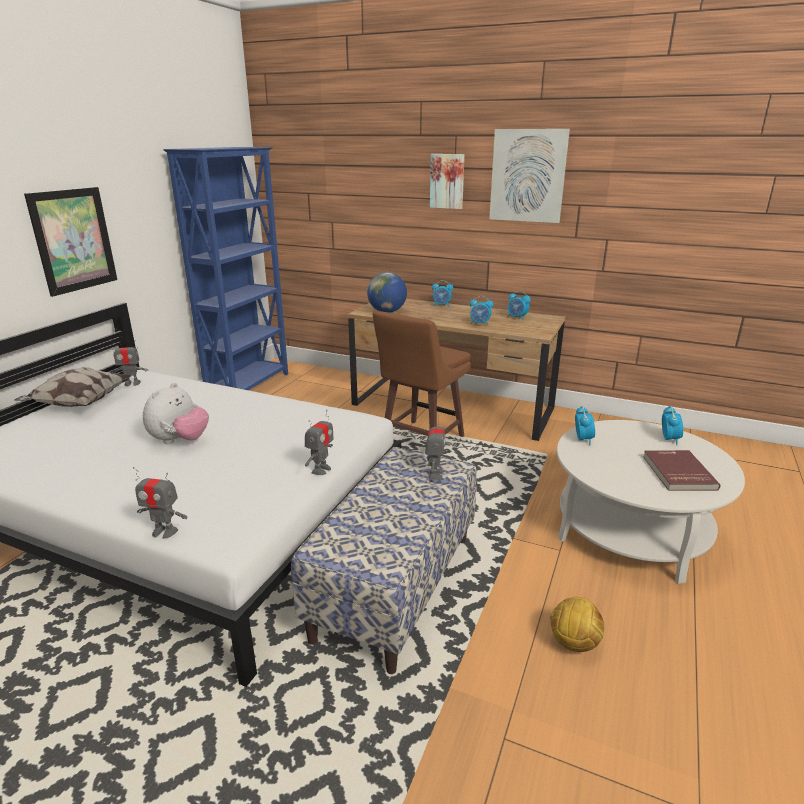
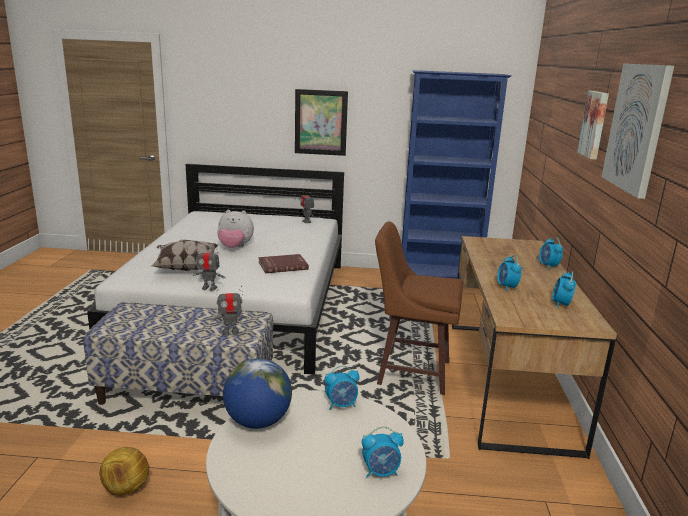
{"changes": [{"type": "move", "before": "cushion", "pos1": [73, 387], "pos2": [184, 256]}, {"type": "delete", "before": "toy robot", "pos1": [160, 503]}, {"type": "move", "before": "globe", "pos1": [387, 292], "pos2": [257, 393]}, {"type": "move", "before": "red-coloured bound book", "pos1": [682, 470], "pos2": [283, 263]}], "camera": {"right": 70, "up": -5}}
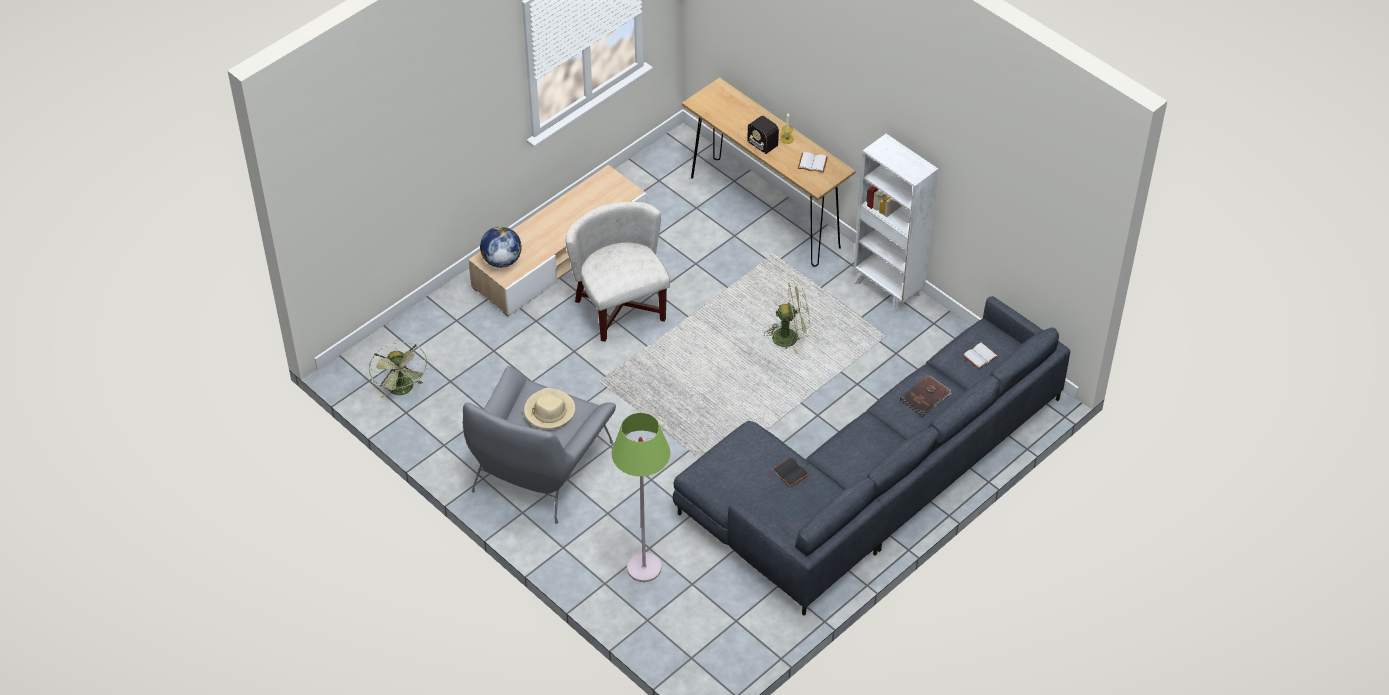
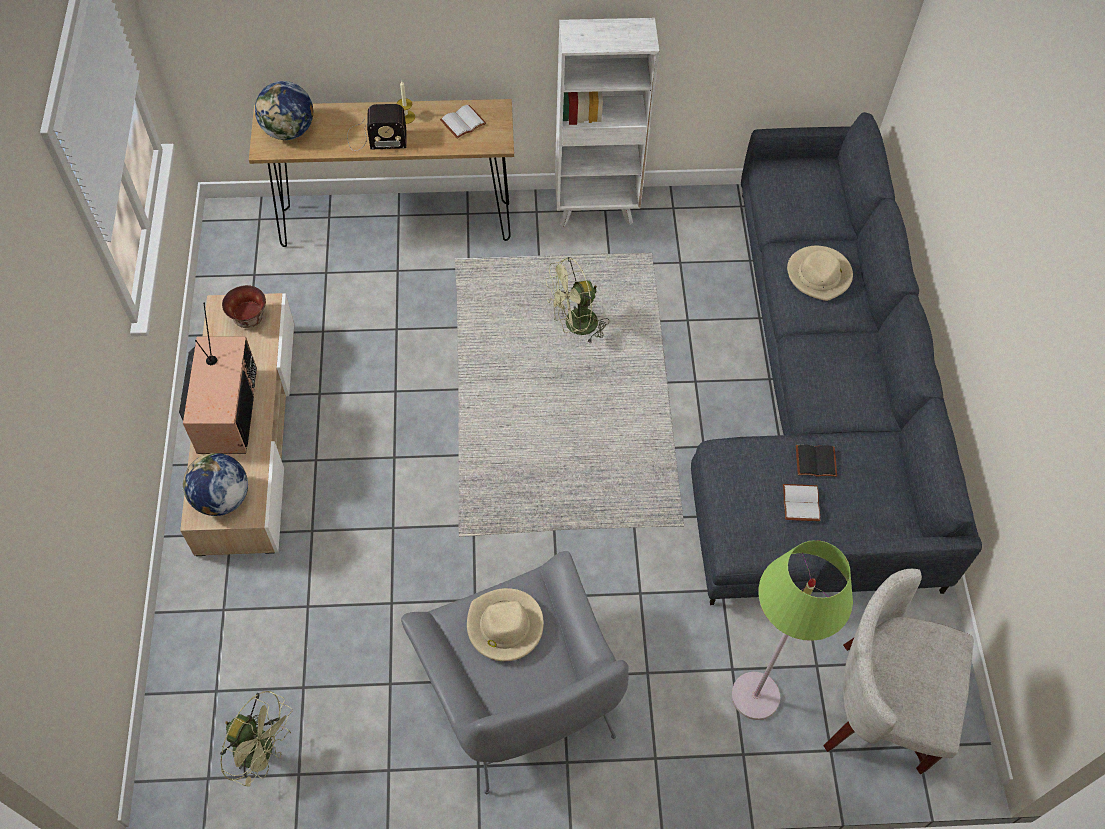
{"changes": [{"type": "move", "before": "white armchair", "pos1": [618, 272], "pos2": [898, 671]}, {"type": "rotate", "before": "green-coloured cooling fan", "pos1": [787, 318], "pos2": [577, 300], "turn": -150}, {"type": "replace", "before": "brown-coloured bound book", "after": "beige-coloured hat", "pos1": [926, 395], "pos2": [820, 273]}, {"type": "move", "before": "white bound book", "pos1": [980, 355], "pos2": [801, 502]}, {"type": "insert", "after": "TV set", "pos2": [218, 378]}, {"type": "insert", "after": "bowl", "pos2": [244, 306]}, {"type": "insert", "after": "globe", "pos2": [284, 110]}], "camera": {"right": -50, "up": 10}}
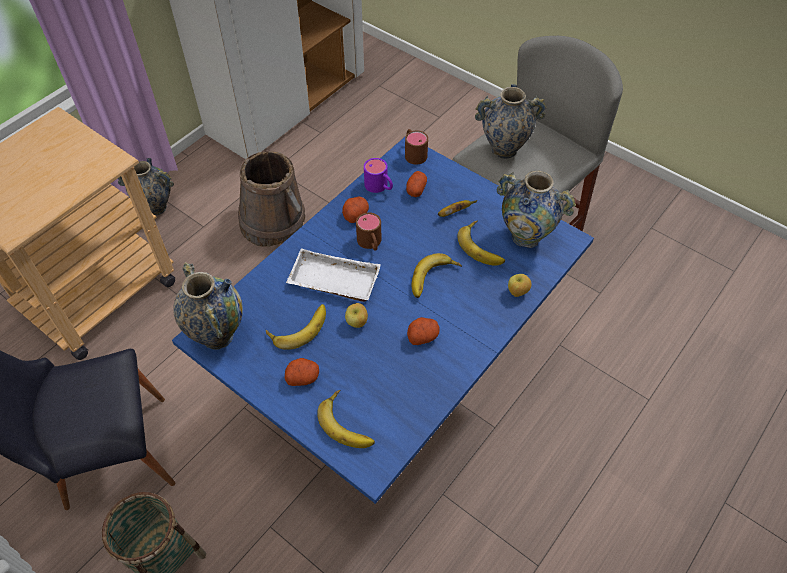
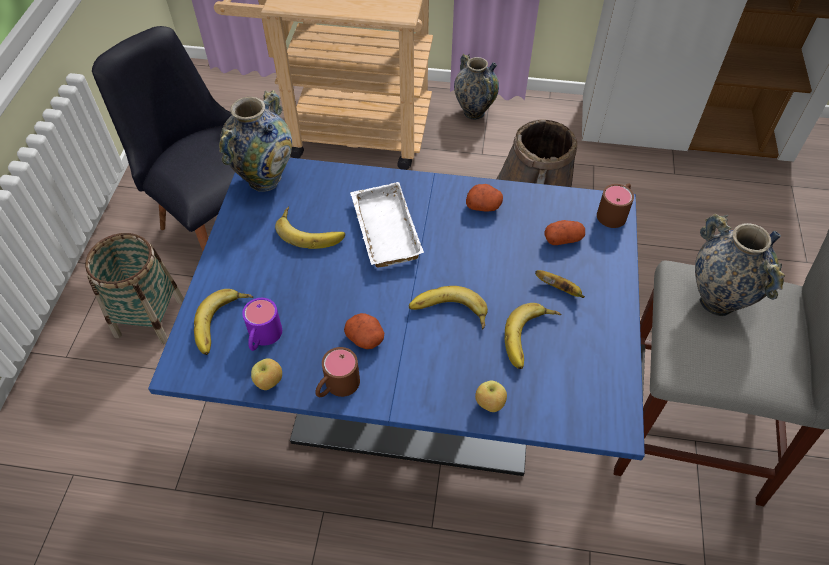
{"changes": [{"type": "delete", "before": "whole potato", "pos1": [302, 372]}, {"type": "move", "before": "whole apple", "pos1": [356, 315], "pos2": [266, 374]}, {"type": "move", "before": "brown-coloured mug", "pos1": [368, 231], "pos2": [337, 372]}, {"type": "move", "before": "purplish mug", "pos1": [378, 175], "pos2": [262, 324]}, {"type": "delete", "before": "flower vase", "pos1": [536, 209]}], "camera": {"right": 60, "up": 0}}
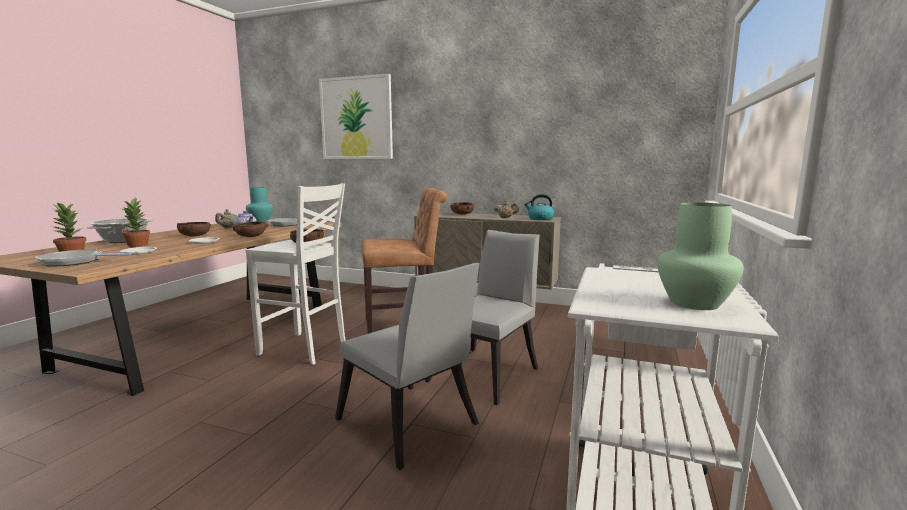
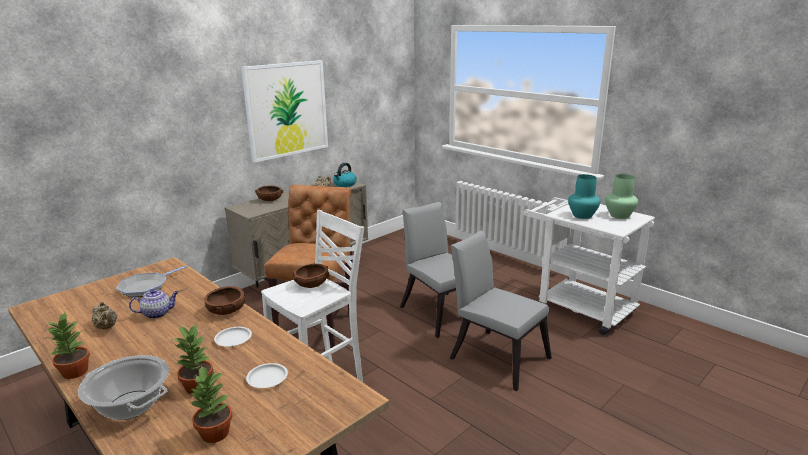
{"changes": [{"type": "delete", "before": "pan", "pos1": [83, 258]}, {"type": "delete", "before": "brown-coloured bowl", "pos1": [194, 229]}, {"type": "move", "before": "turquoise flower vase", "pos1": [259, 204], "pos2": [584, 196]}, {"type": "move", "before": "picture", "pos1": [356, 116], "pos2": [284, 111]}, {"type": "rotate", "before": "grey chair", "pos1": [407, 366], "pos2": [501, 310], "turn": -120}, {"type": "insert", "after": "potted plant", "pos2": [69, 345]}], "camera": {"right": -65, "up": 10}}
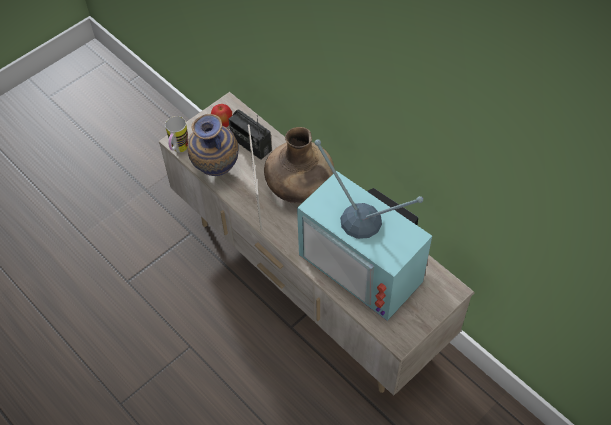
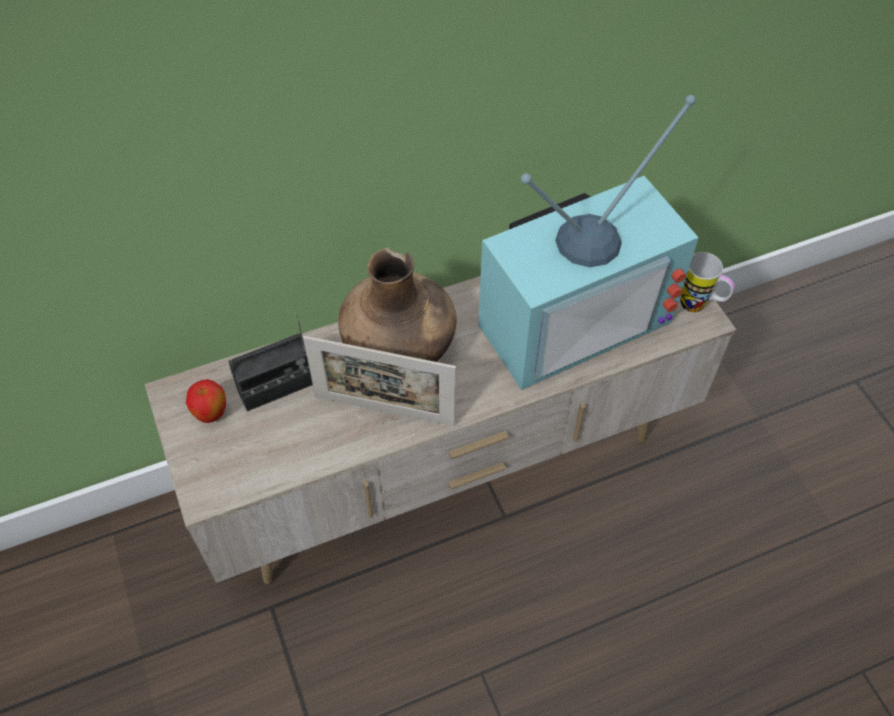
{"changes": [{"type": "move", "before": "mug", "pos1": [176, 134], "pos2": [707, 282]}, {"type": "delete", "before": "flower vase", "pos1": [213, 145]}], "camera": {"right": -70, "up": 0}}
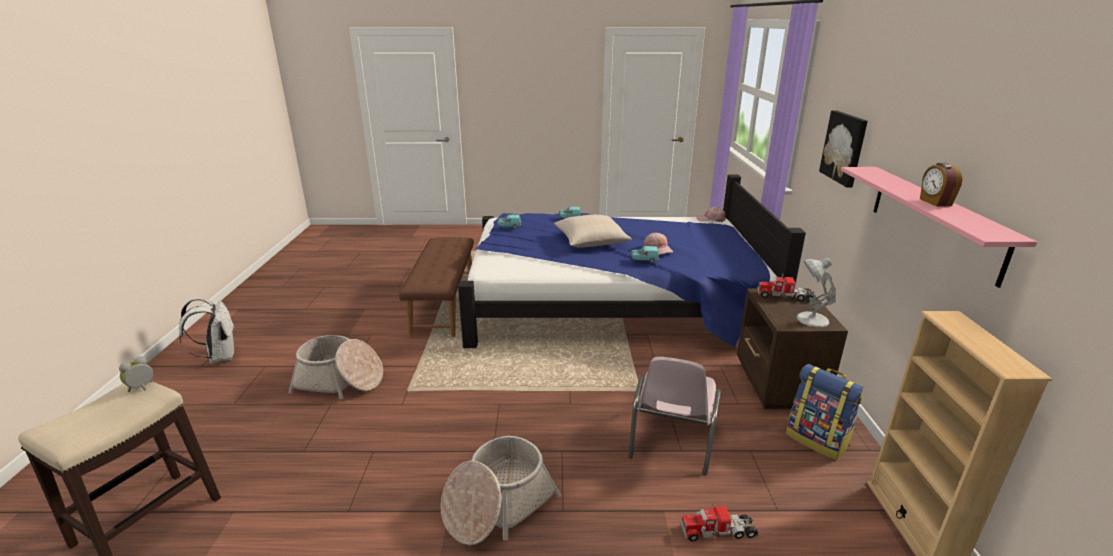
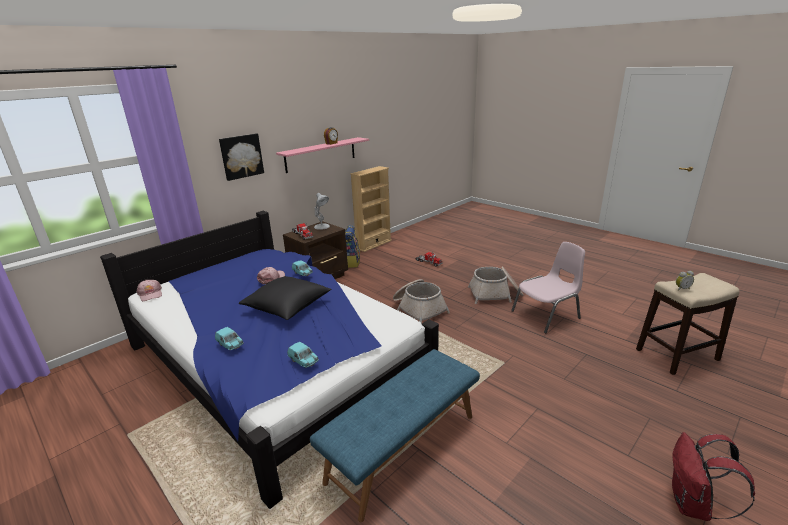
{"changes": [{"type": "recolor", "before": "white backpack", "after": "red-coloured backpack", "pos1": [207, 330], "pos2": [713, 476]}, {"type": "move", "before": "basket", "pos1": [335, 367], "pos2": [421, 301]}, {"type": "recolor", "before": "brown-coloured indoor bench", "after": "blue-coloured indoor bench", "pos1": [436, 287], "pos2": [395, 435]}, {"type": "recolor", "before": "beige-coloured cushion", "after": "black cushion", "pos1": [593, 231], "pos2": [285, 298]}, {"type": "move", "before": "pink-coloured chair", "pos1": [674, 416], "pos2": [548, 287]}], "camera": {"right": -135, "up": 0}}
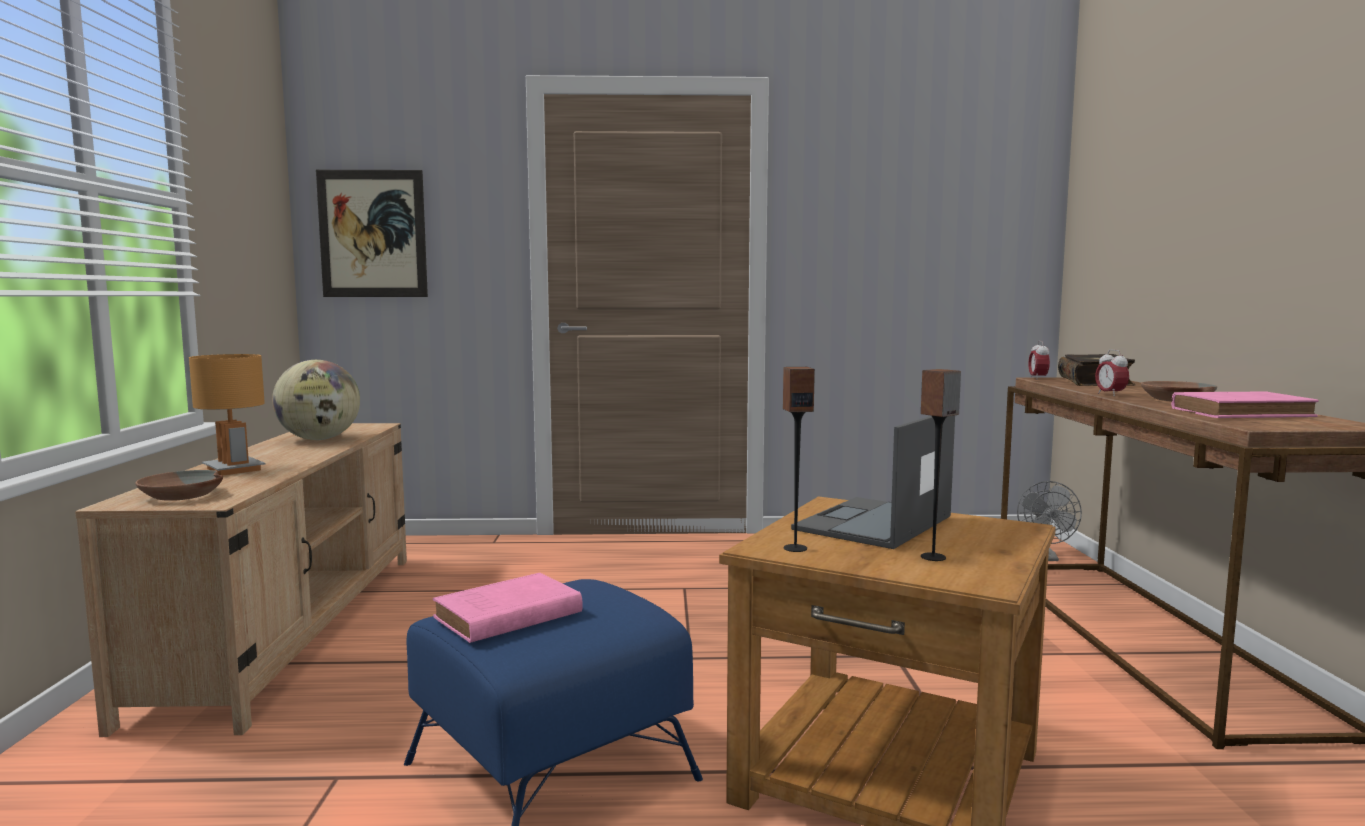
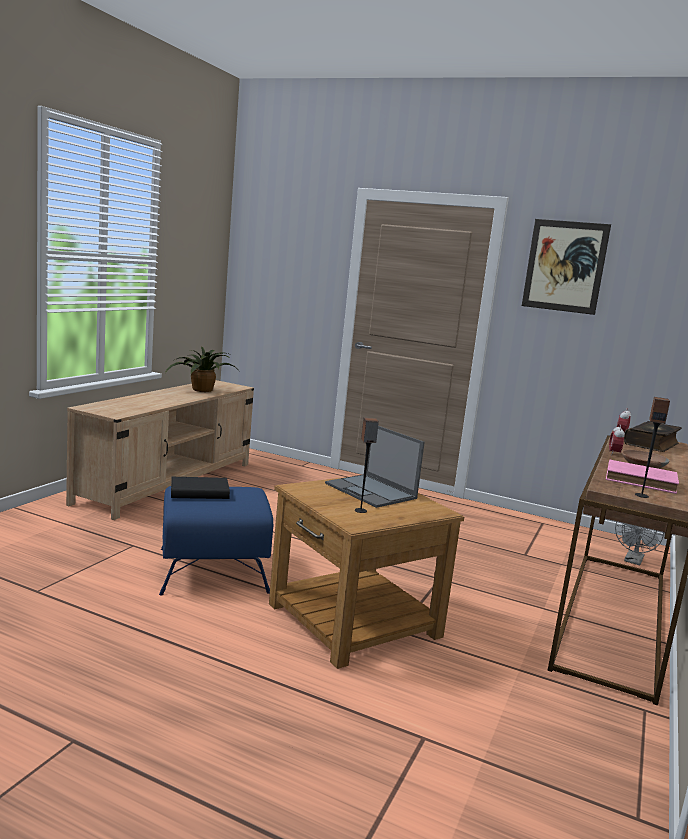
{"changes": [{"type": "delete", "before": "brown-coloured bowl", "pos1": [179, 485]}, {"type": "delete", "before": "brown-coloured tabletop lamp", "pos1": [227, 415]}, {"type": "replace", "before": "globe", "after": "potted plant", "pos1": [316, 400], "pos2": [200, 369]}, {"type": "move", "before": "picture", "pos1": [372, 233], "pos2": [566, 267]}, {"type": "recolor", "before": "pink-coloured bound book", "after": "black bound book", "pos1": [508, 608], "pos2": [200, 488]}, {"type": "move", "before": "audio speaker", "pos1": [799, 459], "pos2": [652, 447]}, {"type": "rotate", "before": "notebook computer", "pos1": [873, 482], "pos2": [375, 467], "turn": -105}], "camera": {"right": 25, "up": 5}}
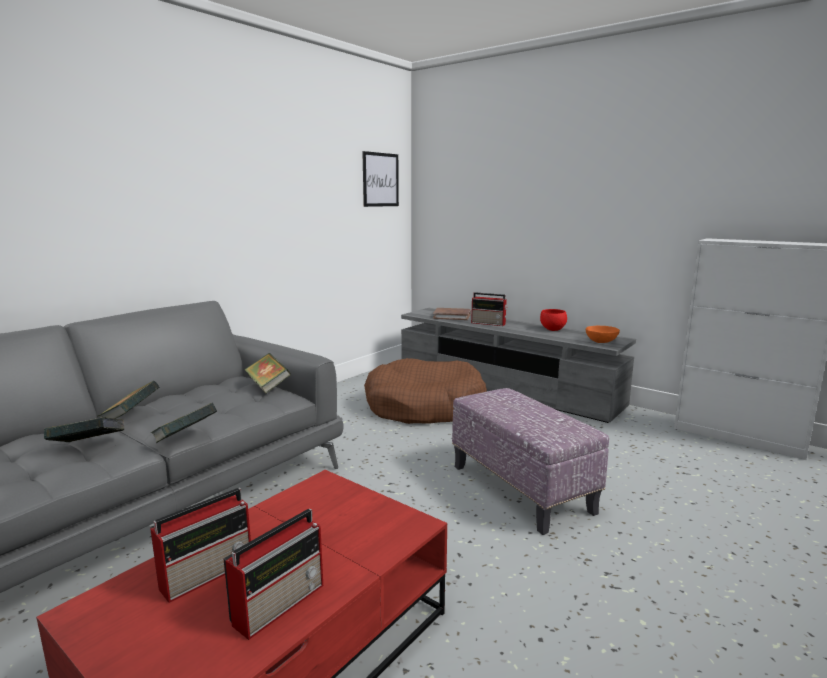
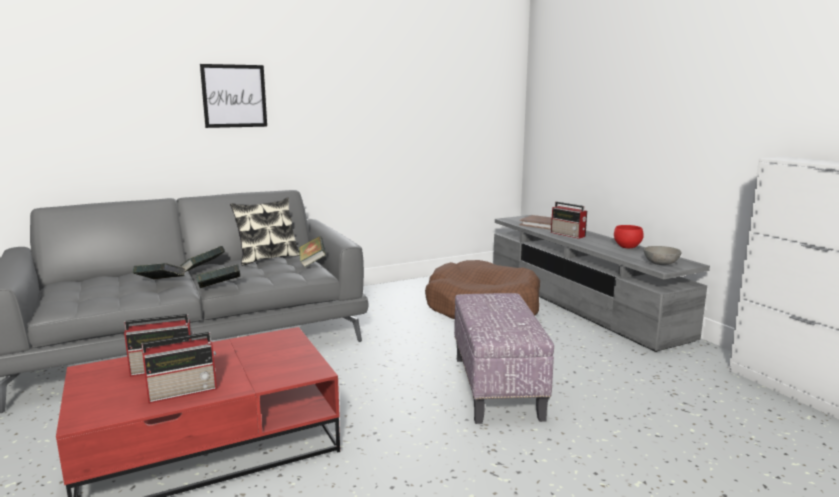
{"changes": [{"type": "move", "before": "picture", "pos1": [380, 179], "pos2": [233, 96]}, {"type": "recolor", "before": "orangey bowl", "after": "grey bowl", "pos1": [603, 334], "pos2": [663, 255]}, {"type": "insert", "after": "cushion", "pos2": [265, 231]}], "camera": {"right": 25, "up": 0}}
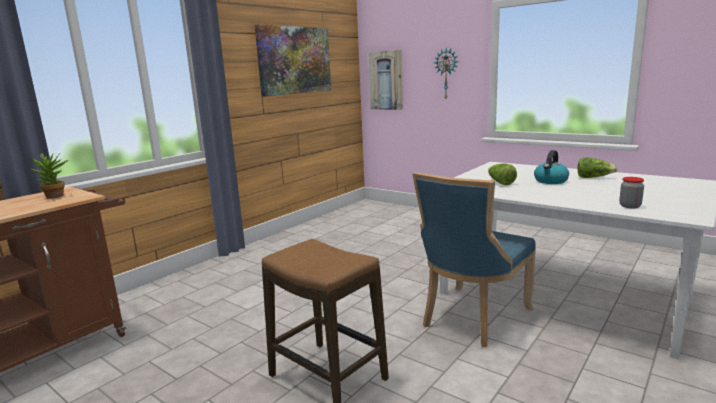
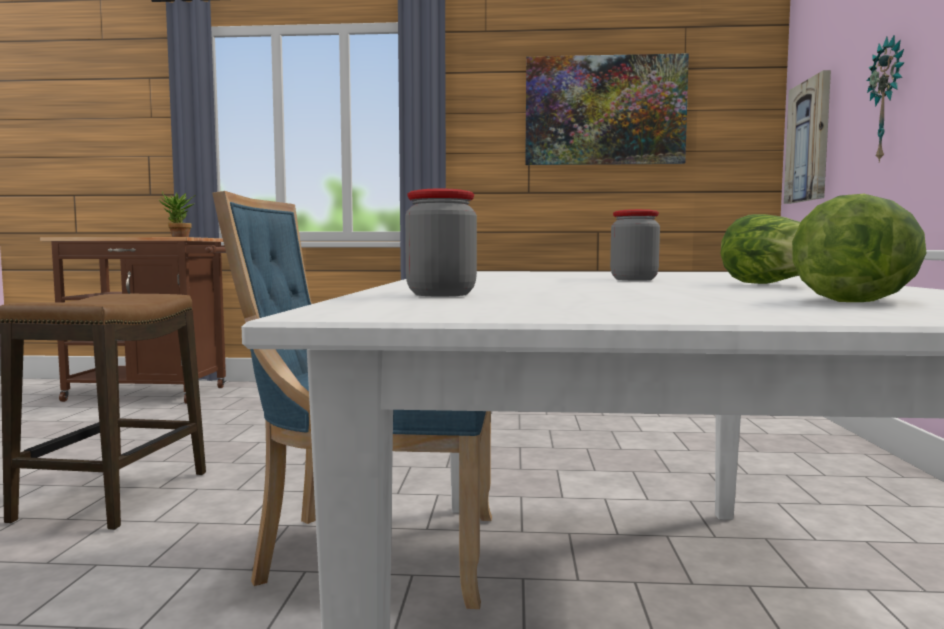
{"changes": [{"type": "move", "before": "lettuce head", "pos1": [502, 174], "pos2": [859, 248]}, {"type": "replace", "before": "tea kettle", "after": "preserve jar", "pos1": [551, 167], "pos2": [635, 245]}], "camera": {"right": 55, "up": -10}}
